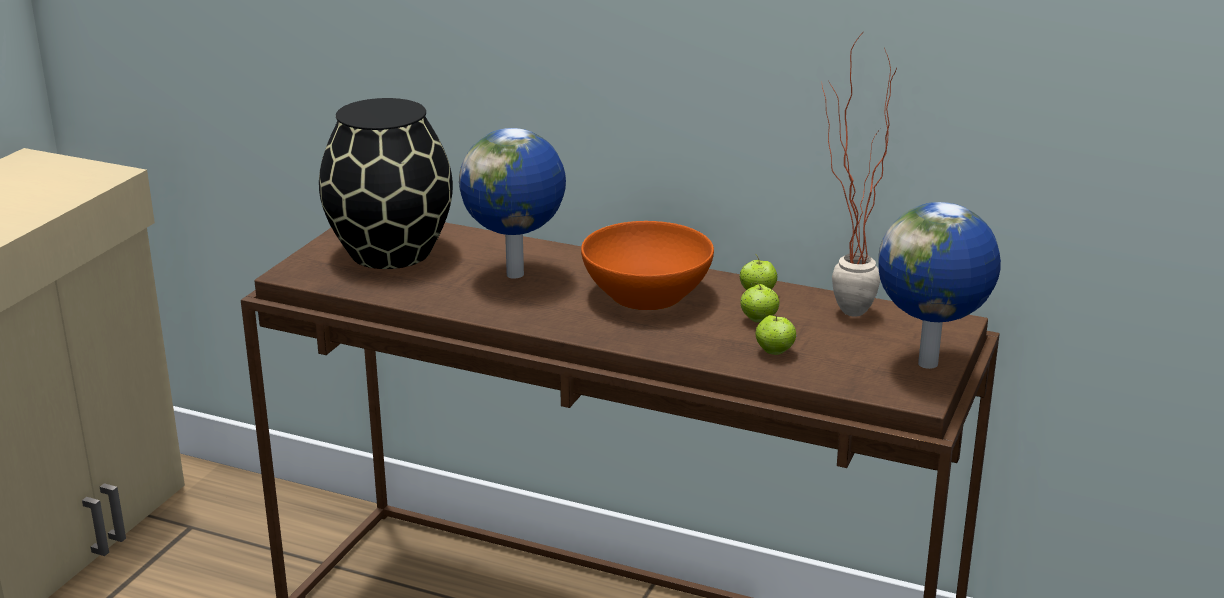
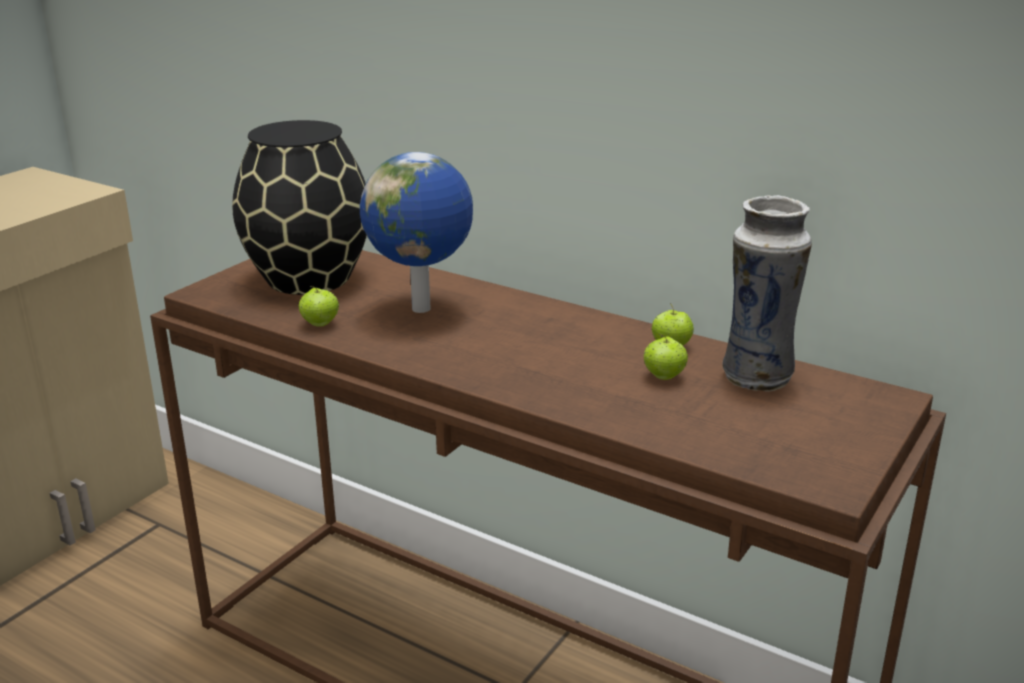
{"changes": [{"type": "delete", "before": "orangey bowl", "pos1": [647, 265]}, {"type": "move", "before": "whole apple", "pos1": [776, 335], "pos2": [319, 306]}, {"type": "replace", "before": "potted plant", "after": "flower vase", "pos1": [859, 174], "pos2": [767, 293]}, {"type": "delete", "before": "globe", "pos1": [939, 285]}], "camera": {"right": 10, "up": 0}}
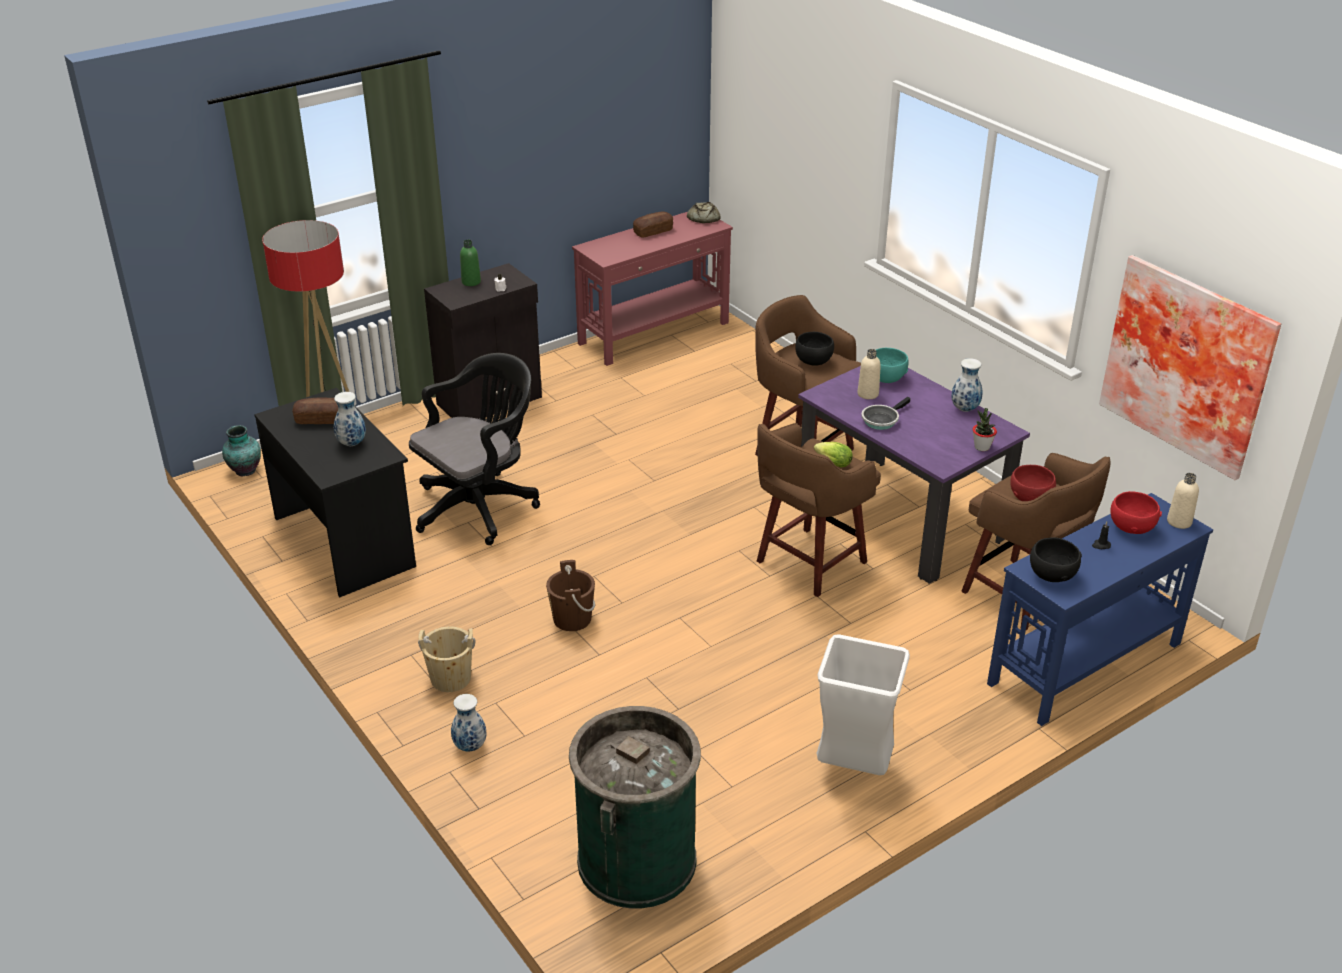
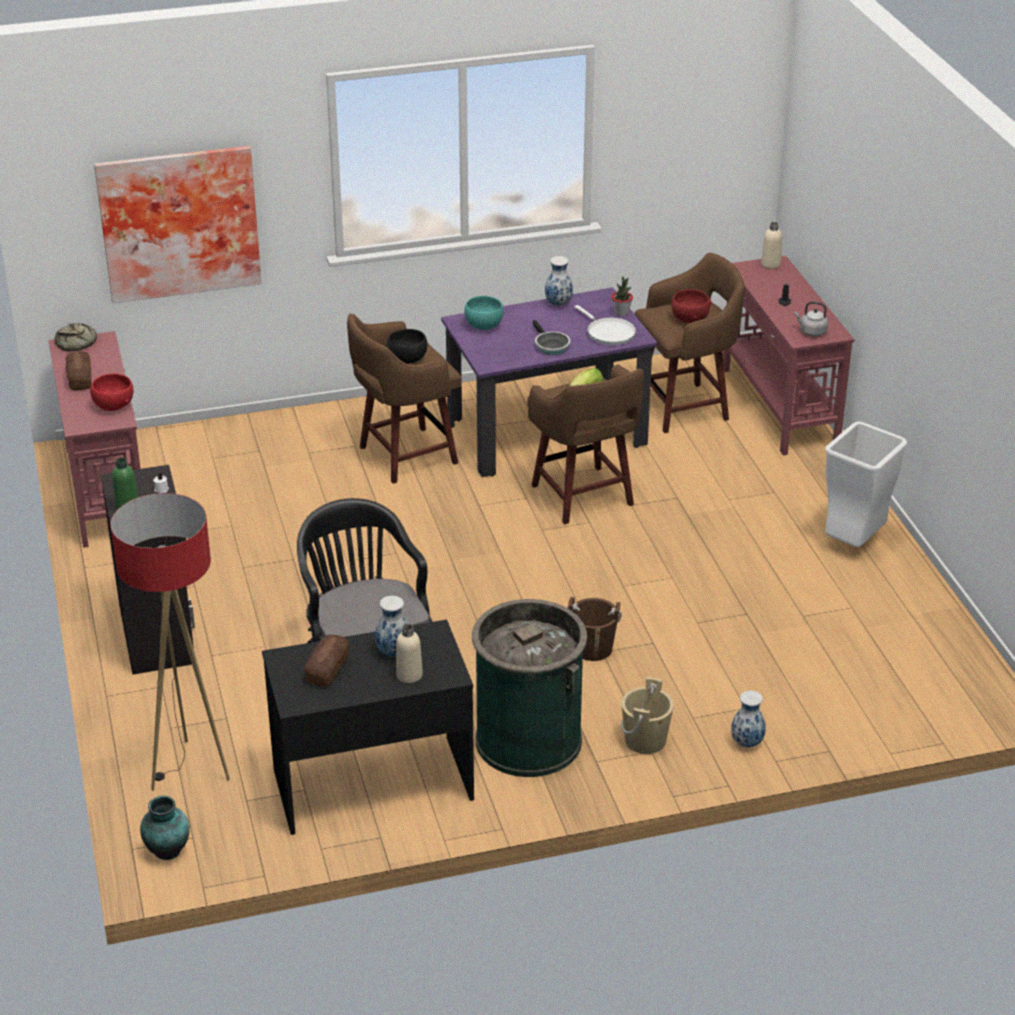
{"changes": [{"type": "move", "before": "green-coloured rubbish bin", "pos1": [635, 807], "pos2": [529, 688]}, {"type": "move", "before": "beige-coloured drink bottle", "pos1": [869, 374], "pos2": [409, 653]}, {"type": "recolor", "before": "blue-coloured console table", "after": "red-coloured console table", "pos1": [1100, 609], "pos2": [788, 355]}, {"type": "replace", "before": "black bowl", "after": "grey tea kettle", "pos1": [1056, 559], "pos2": [811, 319]}, {"type": "move", "before": "picture", "pos1": [1190, 367], "pos2": [178, 224]}, {"type": "move", "before": "red-coloured bowl", "pos1": [1136, 512], "pos2": [111, 392]}, {"type": "insert", "after": "white pan", "pos2": [605, 325]}], "camera": {"right": -70, "up": 0}}
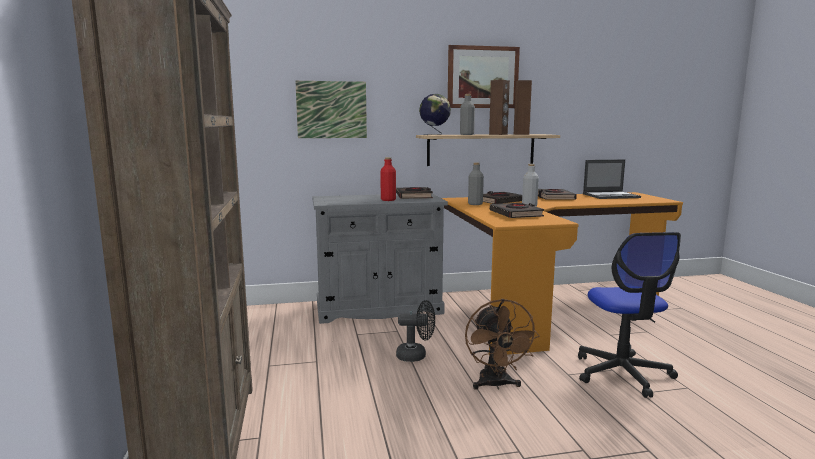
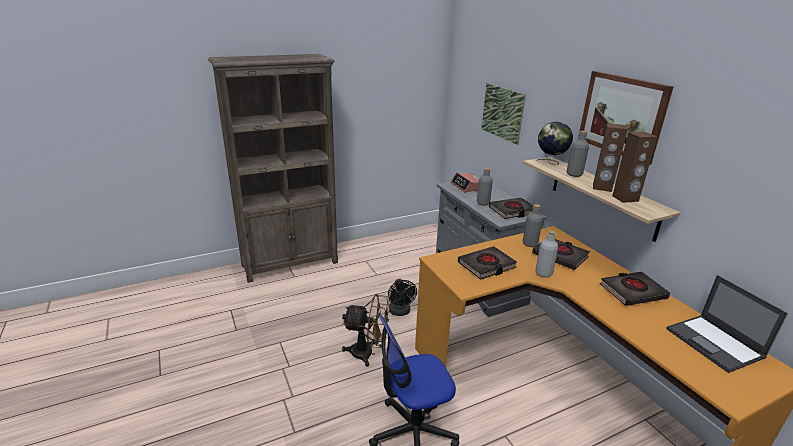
{"changes": [{"type": "recolor", "before": "red-coloured drink bottle", "after": "grey drink bottle", "pos1": [388, 179], "pos2": [485, 187]}, {"type": "rotate", "before": "brown-coloured cooling fan", "pos1": [502, 344], "pos2": [366, 330], "turn": -150}, {"type": "insert", "after": "alarm clock", "pos2": [465, 182]}], "camera": {"right": 75, "up": 15}}
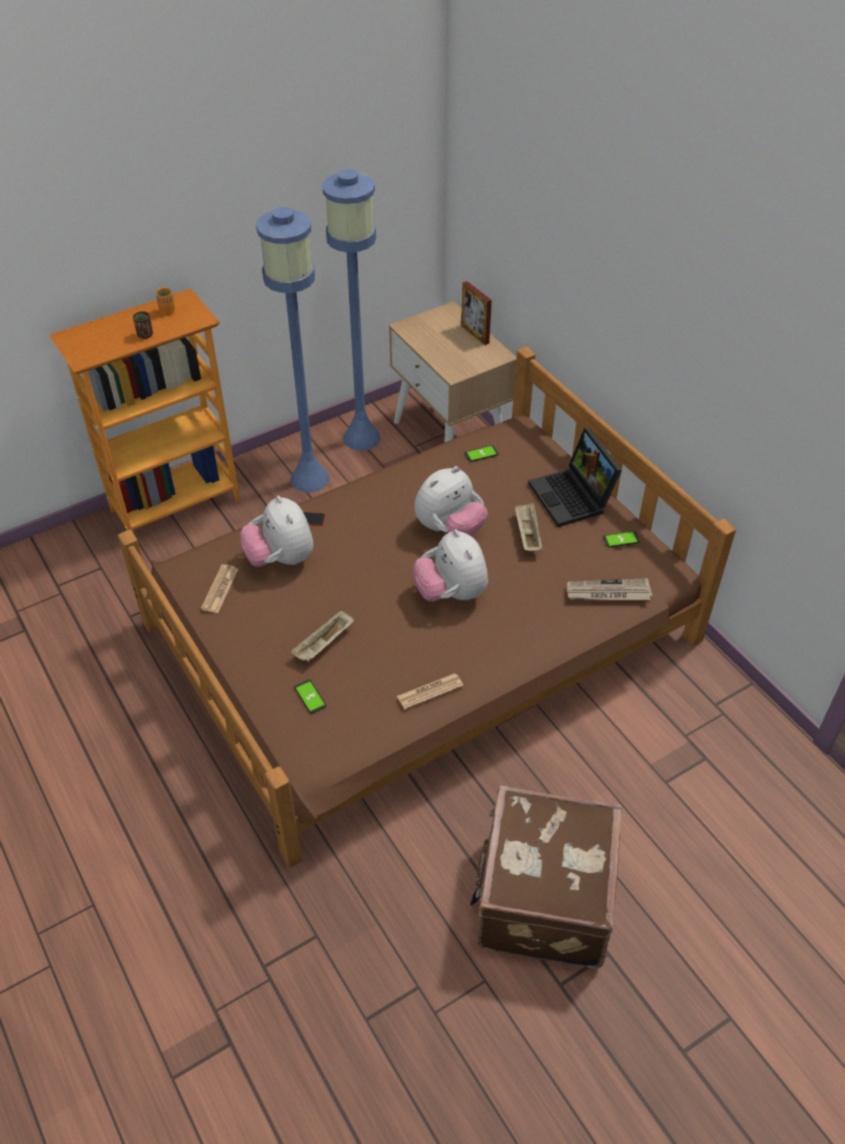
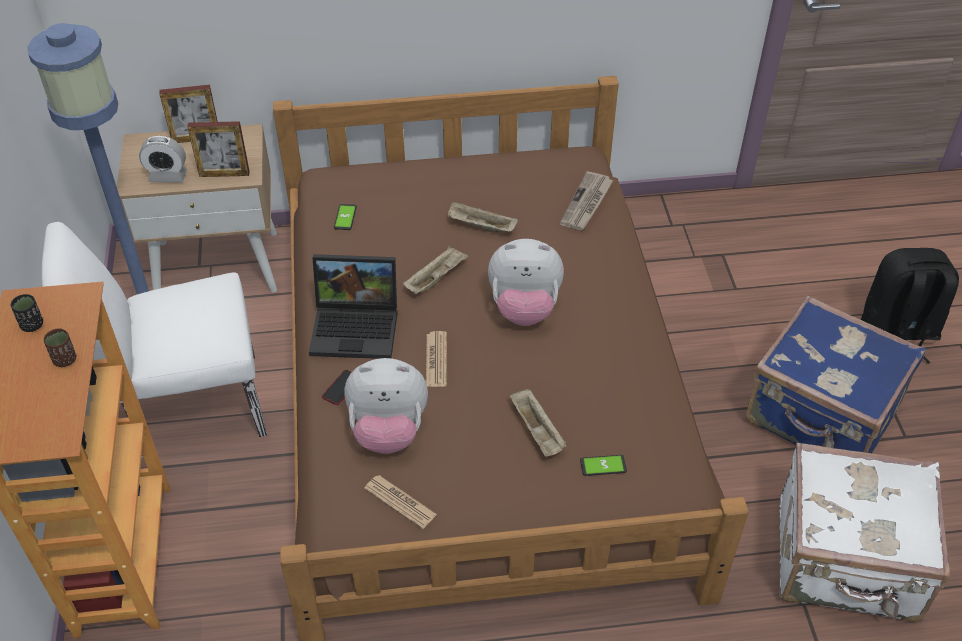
{"changes": [{"type": "recolor", "before": "orangey cup", "after": "black cup", "pos1": [165, 301], "pos2": [27, 313]}, {"type": "replace", "before": "blue-coloured floor lamp", "after": "white chair", "pos1": [292, 349], "pos2": [154, 340]}, {"type": "move", "before": "newspaper", "pos1": [430, 691], "pos2": [436, 359]}, {"type": "replace", "before": "soft toy", "after": "beige-coloured tray", "pos1": [451, 501], "pos2": [436, 270]}, {"type": "recolor", "before": "brown-coloured piece of luggage", "after": "blue-coloured piece of luggage", "pos1": [546, 877], "pos2": [835, 374]}, {"type": "move", "before": "notebook computer", "pos1": [575, 477], "pos2": [353, 306]}, {"type": "delete", "before": "phone", "pos1": [621, 539]}, {"type": "insert", "after": "alarm clock", "pos2": [163, 159]}, {"type": "insert", "after": "standing frame", "pos2": [218, 149]}, {"type": "insert", "after": "white piece of luggage", "pos2": [864, 532]}, {"type": "insert", "after": "black backpack", "pos2": [910, 305]}], "camera": {"right": -65, "up": 0}}
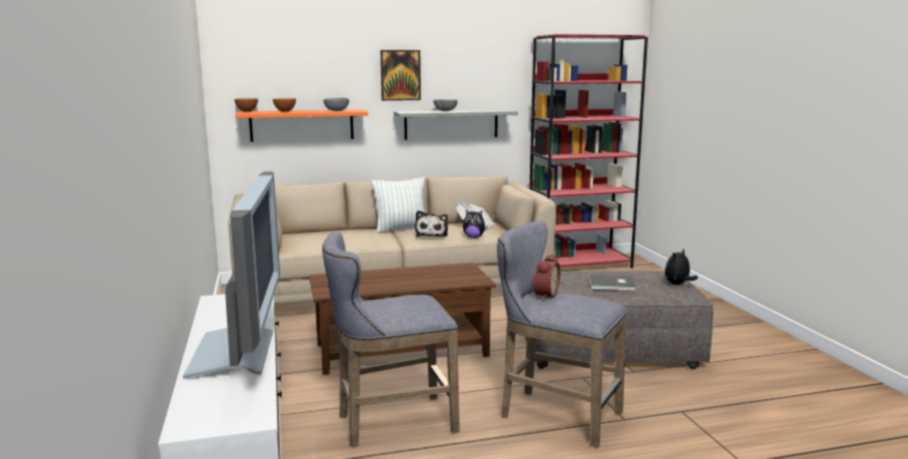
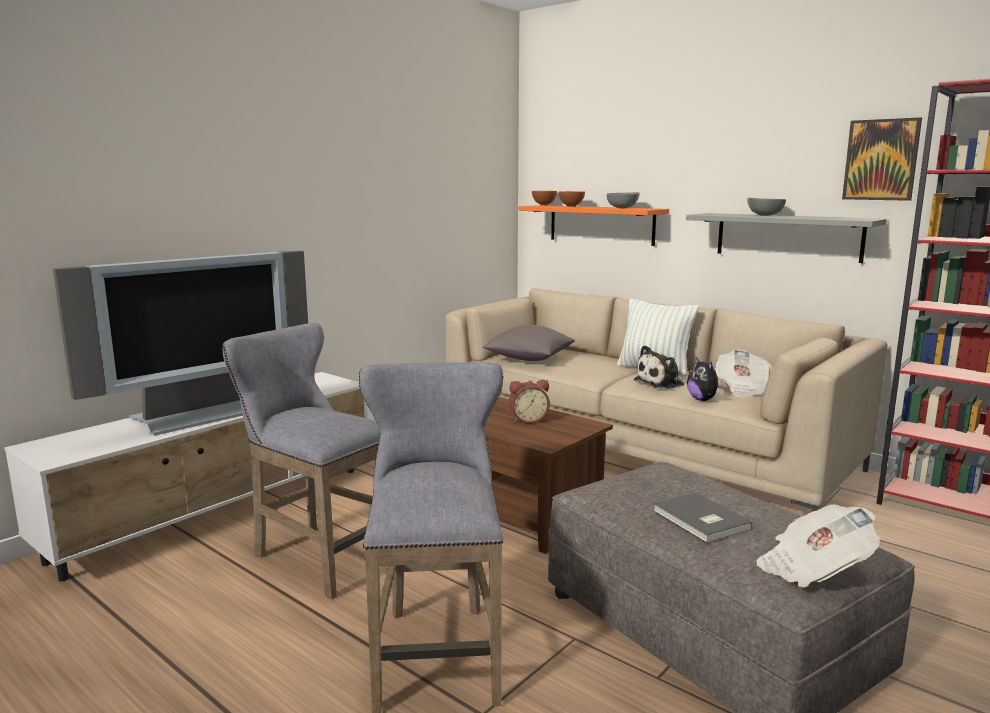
{"changes": [{"type": "move", "before": "picture", "pos1": [400, 75], "pos2": [882, 159]}, {"type": "move", "before": "alarm clock", "pos1": [546, 277], "pos2": [529, 402]}, {"type": "replace", "before": "soft toy", "after": "newspaper", "pos1": [681, 266], "pos2": [818, 546]}, {"type": "insert", "after": "grey cushion", "pos2": [529, 343]}], "camera": {"right": 55, "up": 0}}
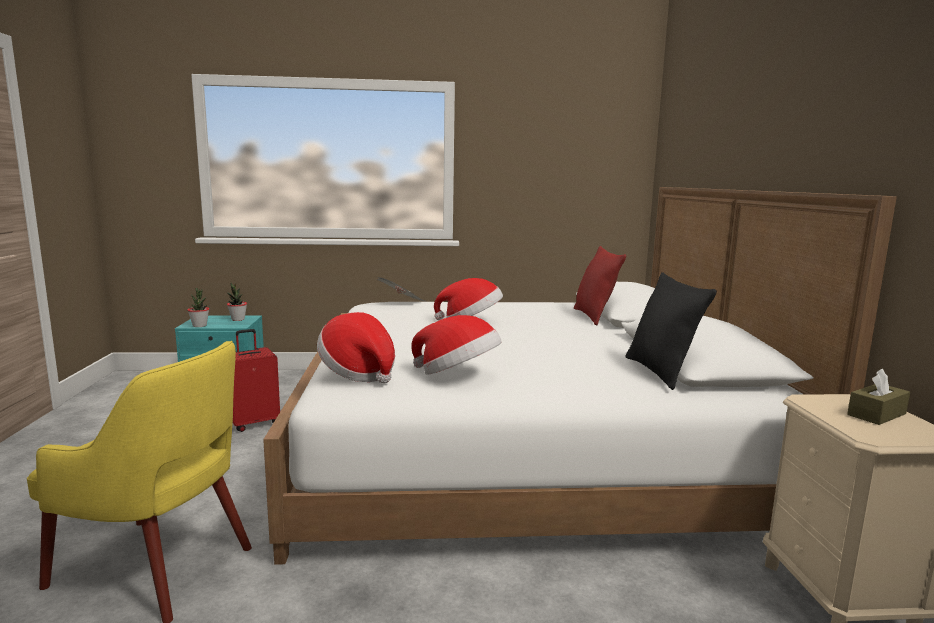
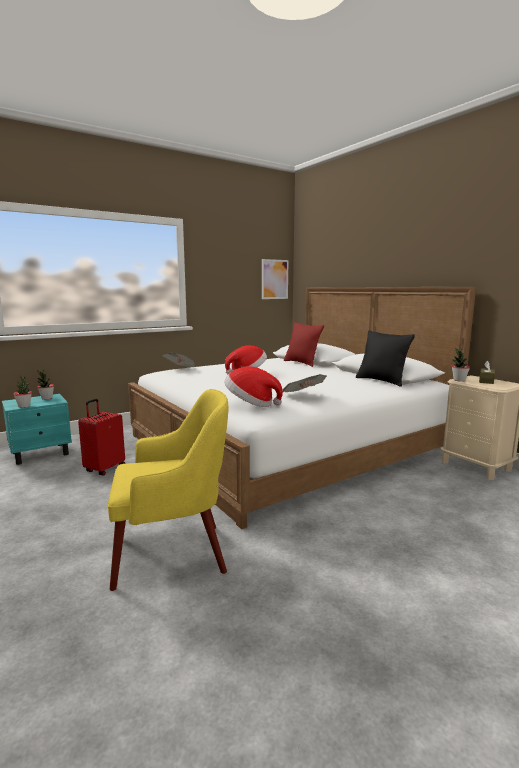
{"changes": [{"type": "replace", "before": "hat", "after": "newspaper", "pos1": [456, 345], "pos2": [305, 383]}, {"type": "insert", "after": "picture", "pos2": [275, 279]}, {"type": "insert", "after": "potted plant", "pos2": [461, 364]}], "camera": {"right": -30, "up": 0}}
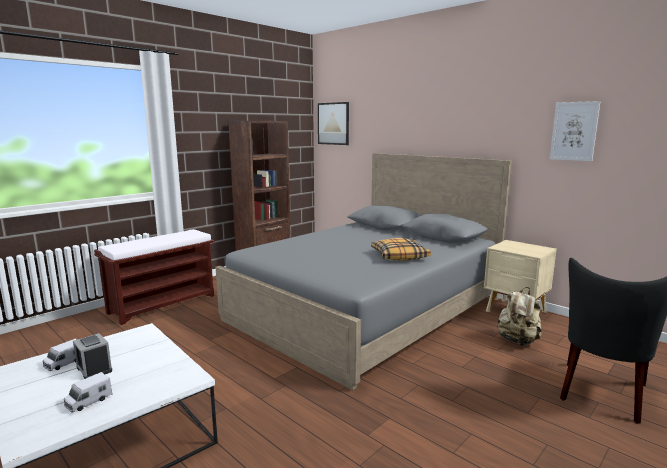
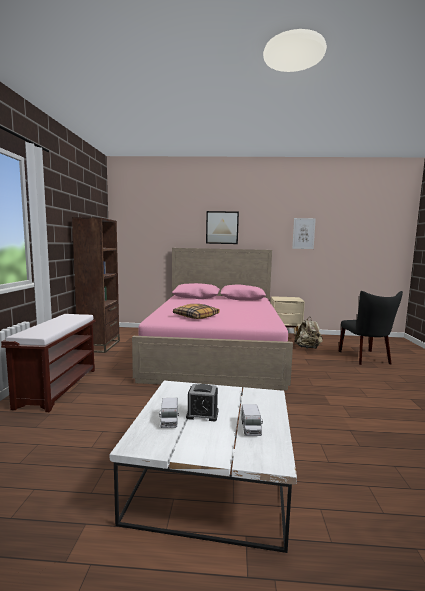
{"changes": [{"type": "recolor", "before": "grey sleeping bed", "after": "pink-coloured sleeping bed", "pos1": [363, 271], "pos2": [212, 319]}, {"type": "move", "before": "picture", "pos1": [333, 123], "pos2": [222, 227]}, {"type": "move", "before": "cushion", "pos1": [401, 249], "pos2": [196, 311]}], "camera": {"right": -40, "up": -5}}
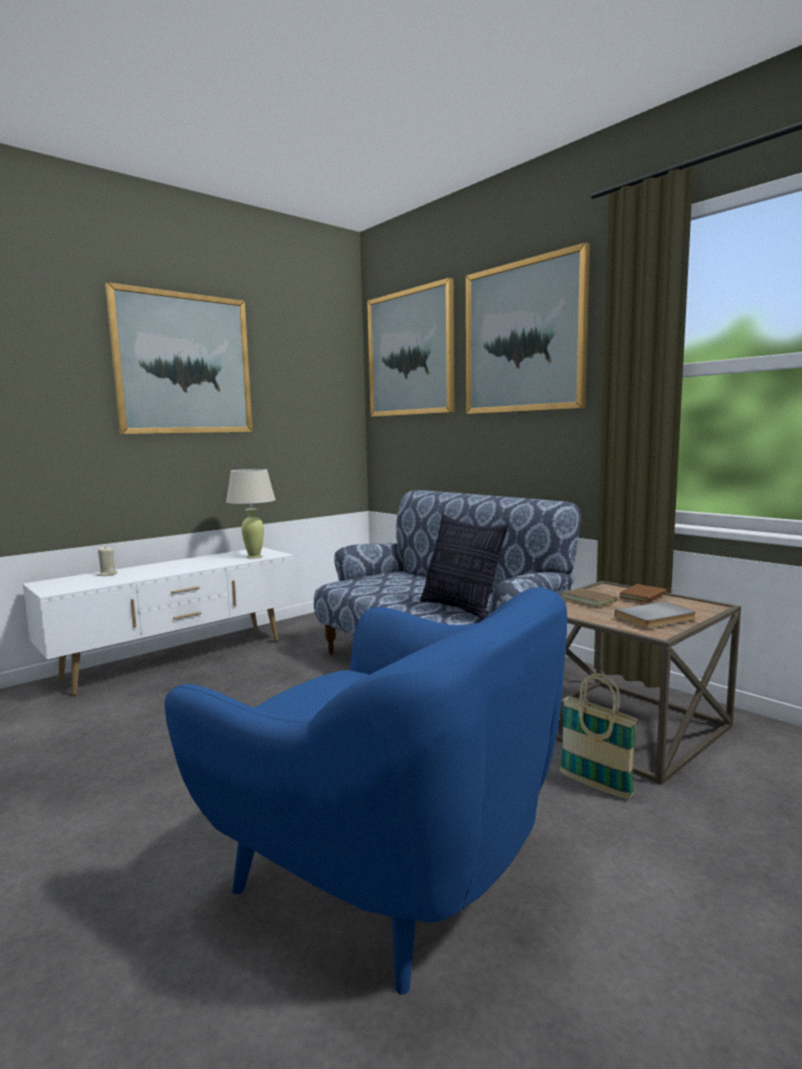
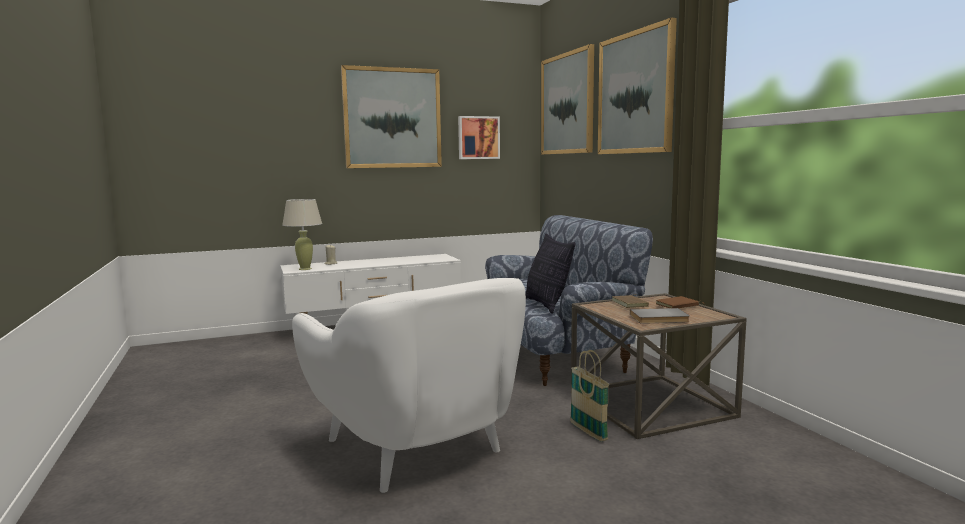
{"changes": [{"type": "recolor", "before": "blue-coloured armchair", "after": "white armchair", "pos1": [366, 791], "pos2": [409, 385]}, {"type": "move", "before": "beige-coloured tabletop lamp", "pos1": [251, 514], "pos2": [302, 234]}, {"type": "insert", "after": "picture", "pos2": [479, 137]}], "camera": {"right": 20, "up": 0}}
